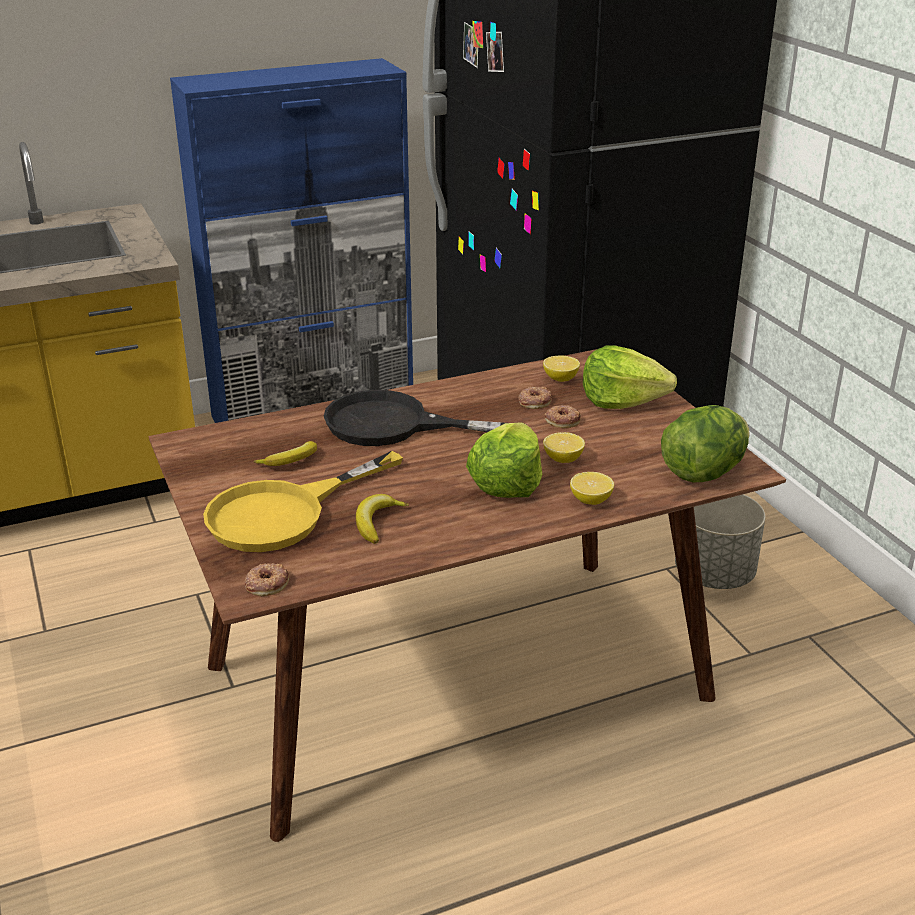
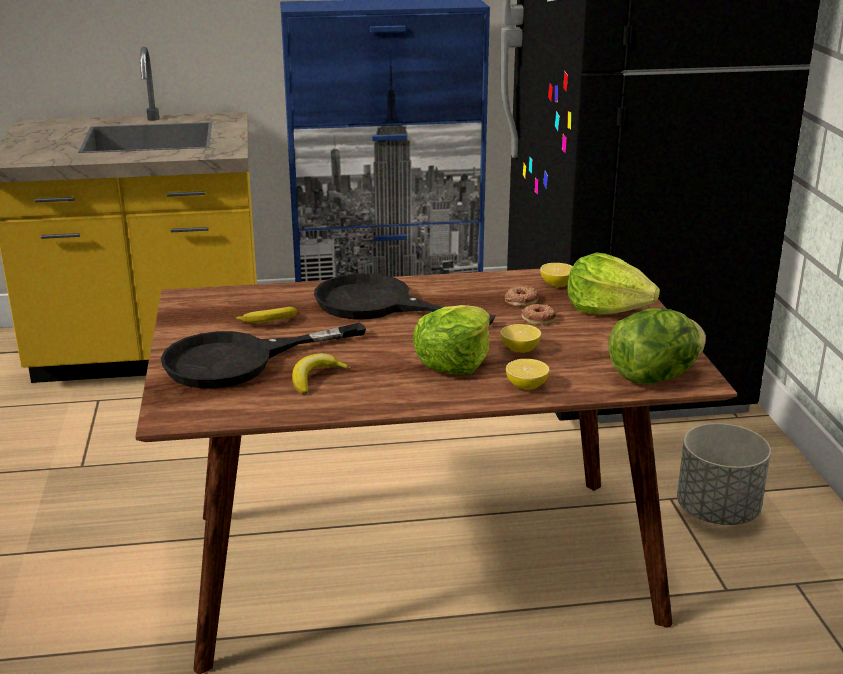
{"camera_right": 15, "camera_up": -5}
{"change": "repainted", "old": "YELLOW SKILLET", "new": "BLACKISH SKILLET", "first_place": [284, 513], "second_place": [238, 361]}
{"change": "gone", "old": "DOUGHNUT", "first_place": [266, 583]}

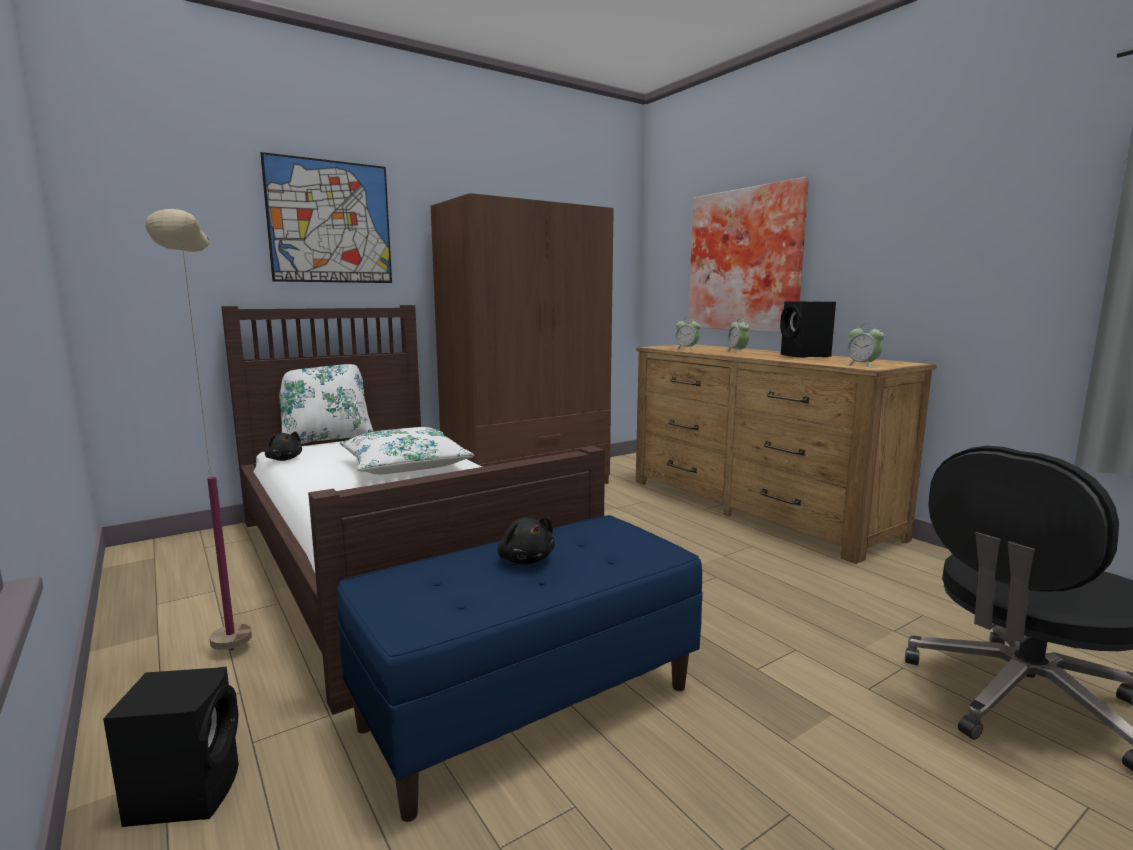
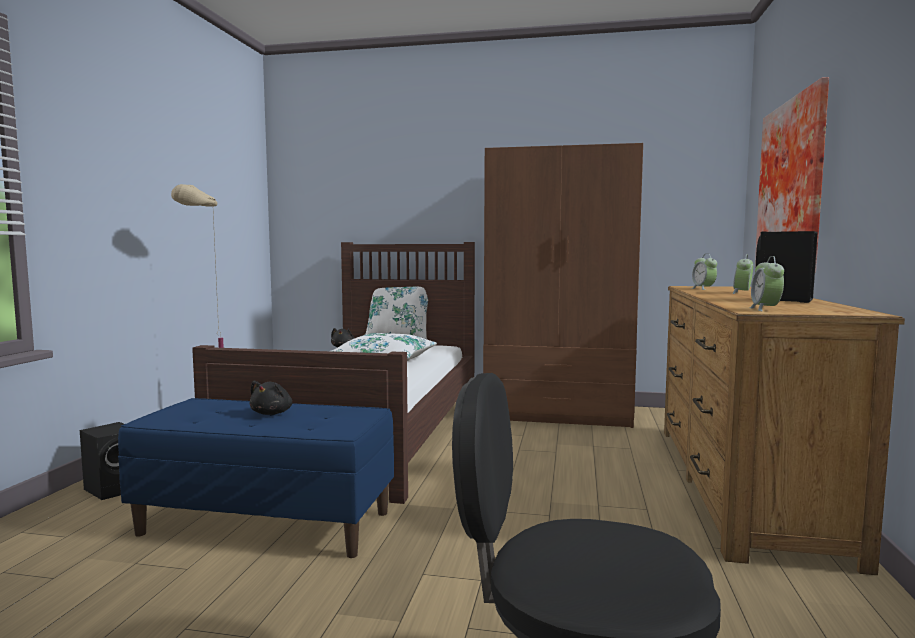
{"camera_right": 45, "camera_up": -5}
{"change": "gone", "old": "WALL PICTURE", "first_place": [330, 222]}

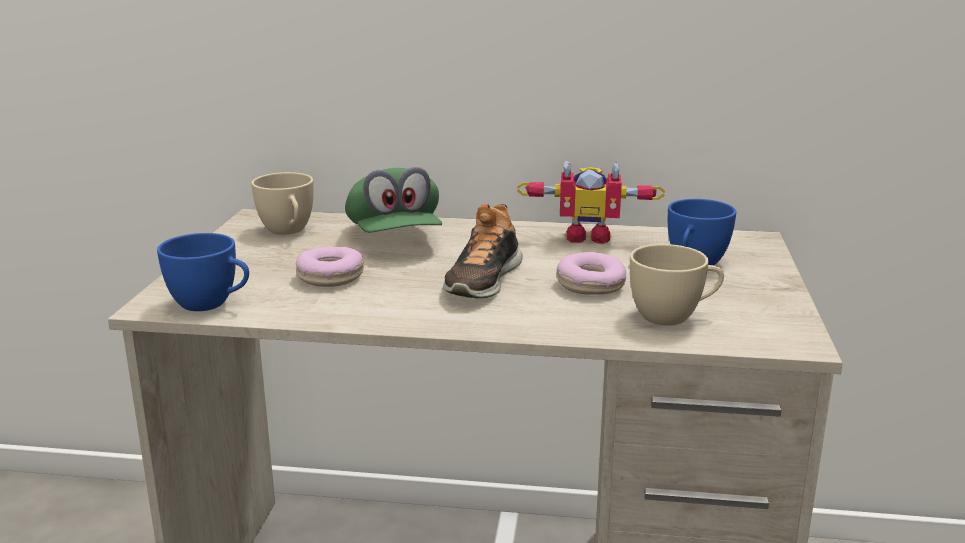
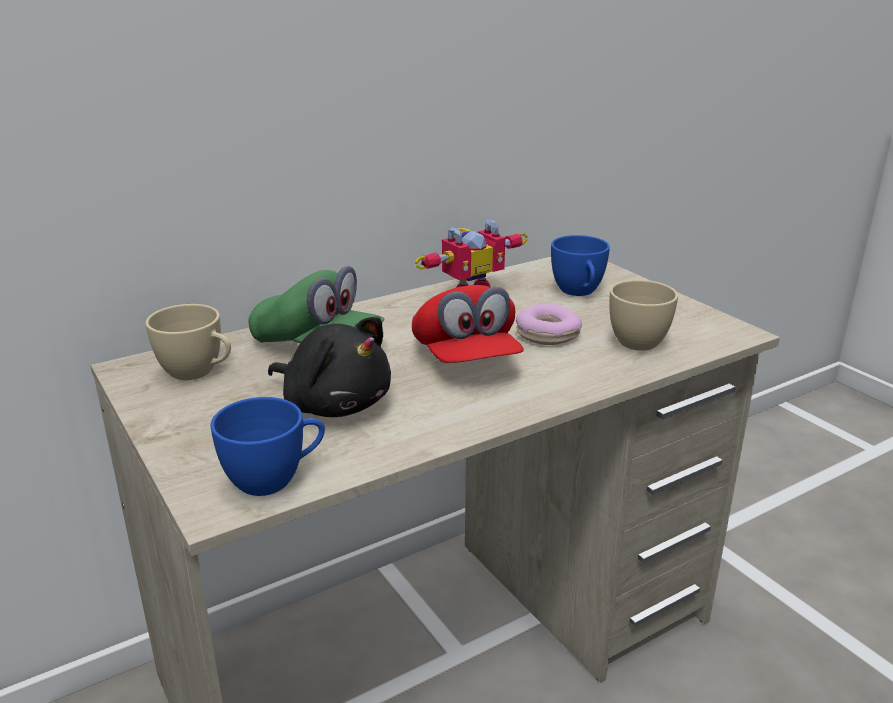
{"camera_right": -40, "camera_up": 5}
{"change": "swapped", "old": "LOW SHOE", "new": "REDDISH CAP", "first_place": [482, 280], "second_place": [465, 359]}
{"change": "swapped", "old": "DOUGHNUT", "new": "BLACKISH CUDDLY TOY", "first_place": [331, 277], "second_place": [334, 404]}

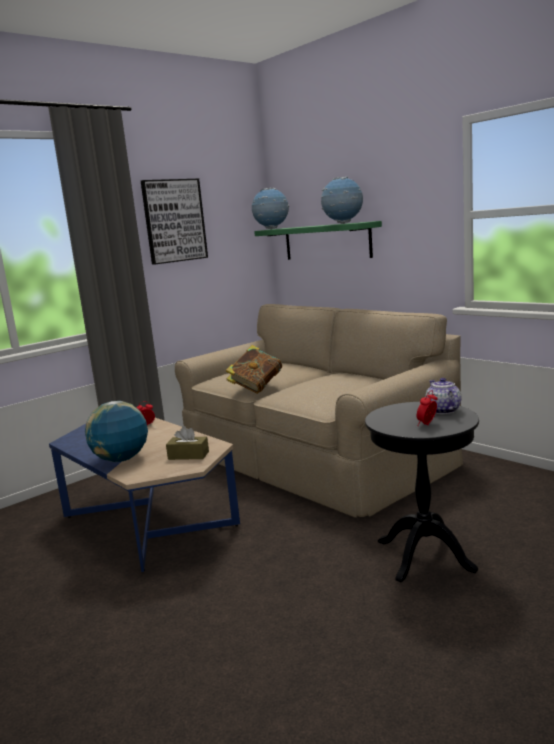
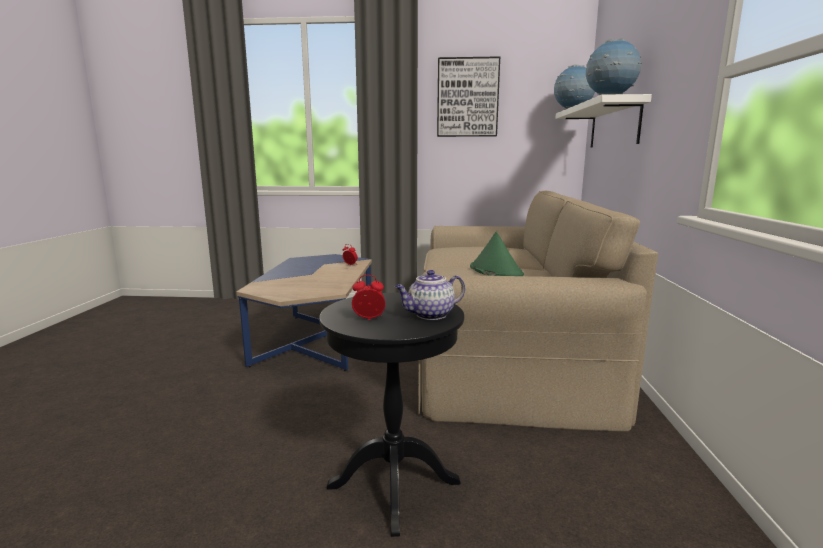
{"camera_right": 45, "camera_up": 0}
{"change": "repainted", "old": "GREEN SHELF", "new": "WHITE-COLOURED SHELF", "first_place": [326, 241], "second_place": [614, 125]}
{"change": "gone", "old": "BOOK", "first_place": [256, 388]}
{"change": "rotated", "old": "TEA POT", "first_place": [442, 410], "second_place": [430, 315], "degrees": -150}
{"change": "gone", "old": "GLOBE", "first_place": [121, 459]}
{"change": "gone", "old": "BROWNISH TISSUE BOX", "first_place": [188, 455]}
{"change": "new", "new": "GREEN HAT", "second_place": [495, 271]}

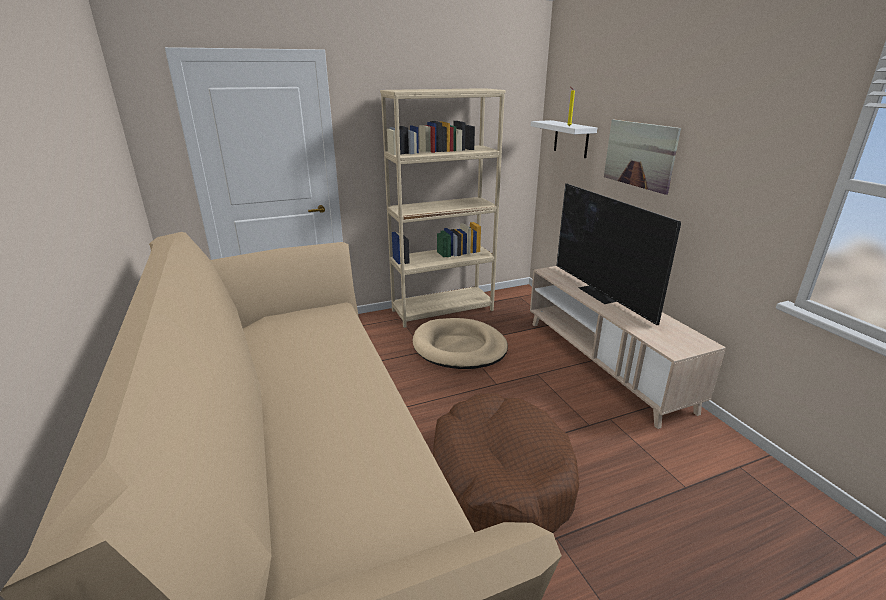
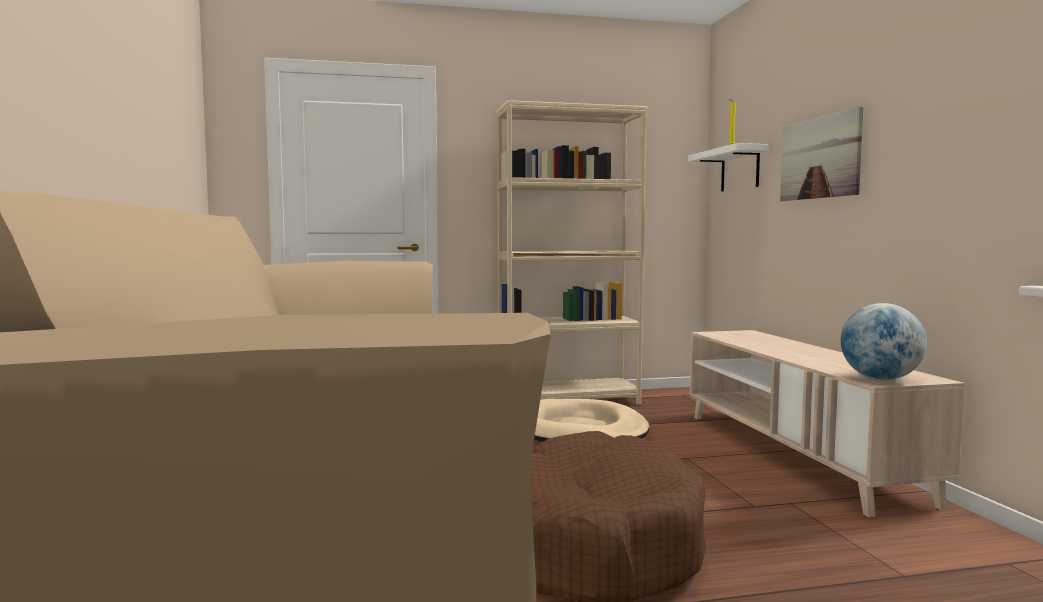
{"camera_right": 10, "camera_up": -20}
{"change": "gone", "old": "TV SET", "first_place": [601, 294]}
{"change": "new", "new": "GLOBE", "second_place": [880, 379]}

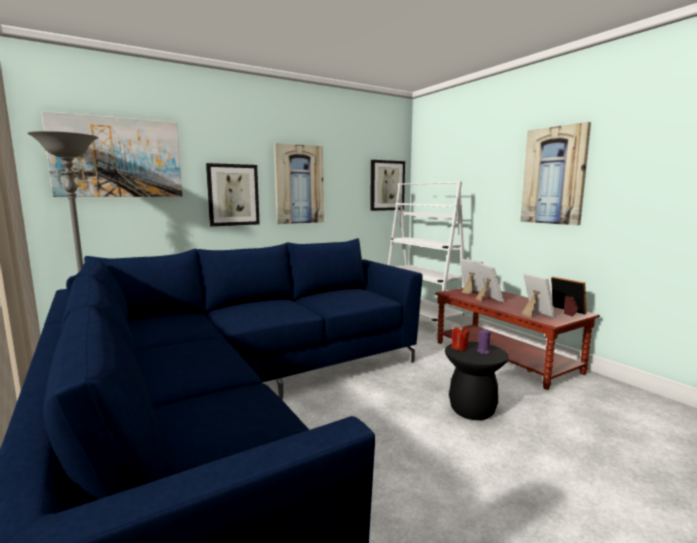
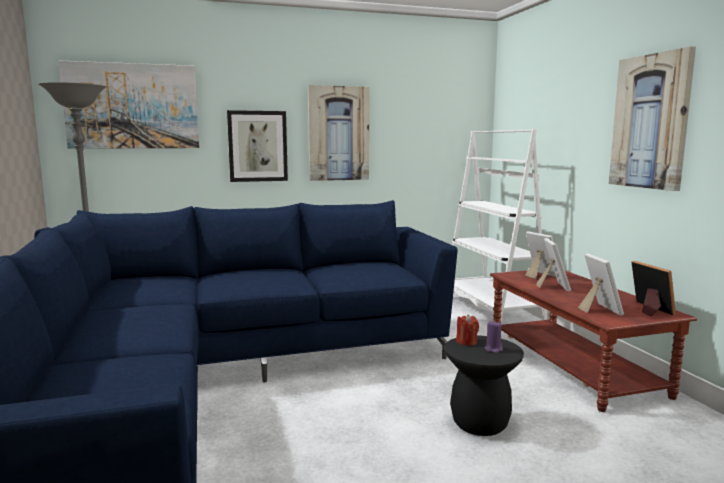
{"camera_right": 15, "camera_up": 0}
{"change": "gone", "old": "WALL PICTURE", "first_place": [387, 185]}

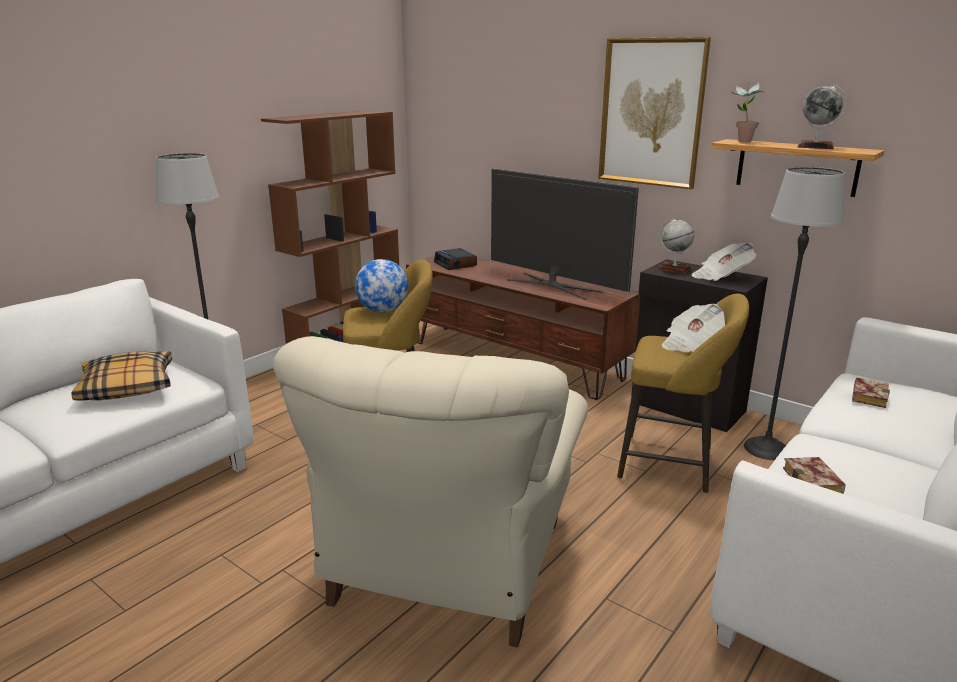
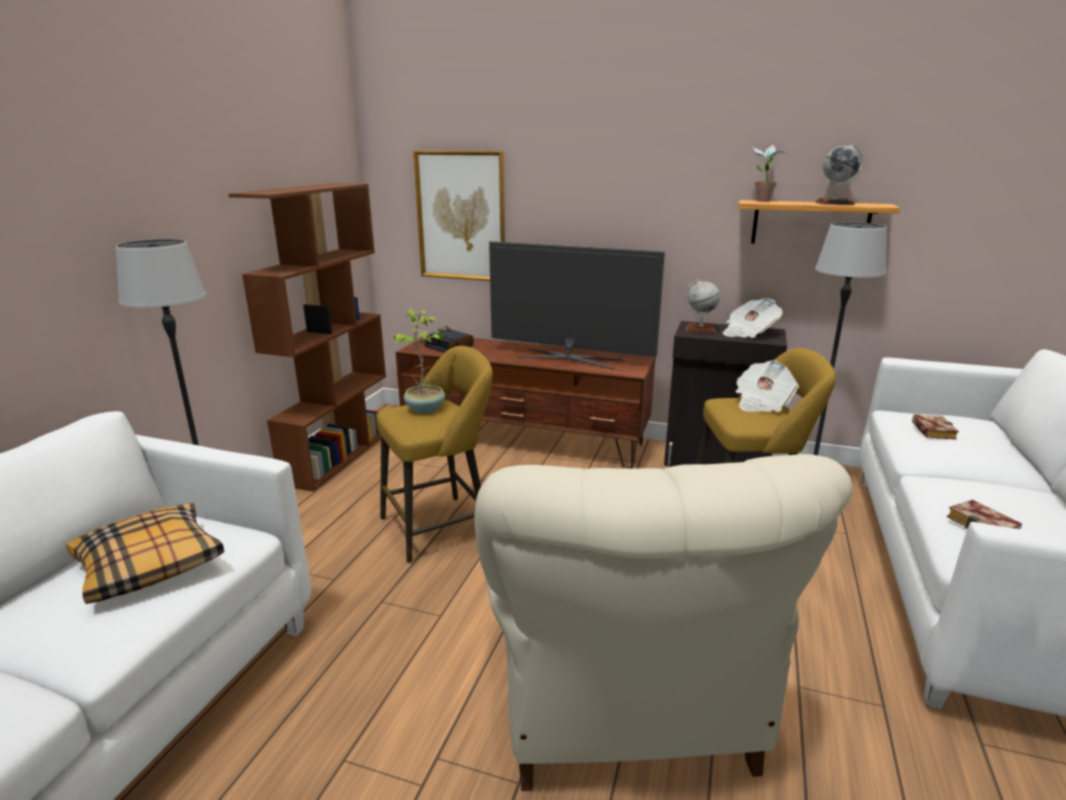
{"camera_right": -20, "camera_up": 0}
{"change": "shifted", "old": "WALL PICTURE", "first_place": [651, 113], "second_place": [461, 216]}
{"change": "swapped", "old": "GLOBE", "new": "PLANT IN A POT", "first_place": [383, 311], "second_place": [426, 409]}

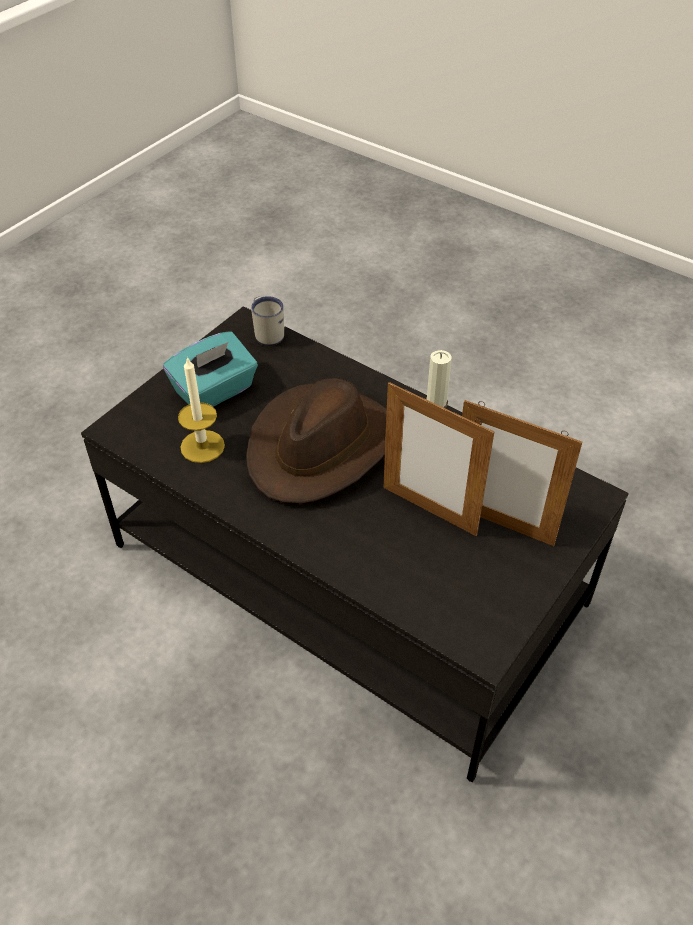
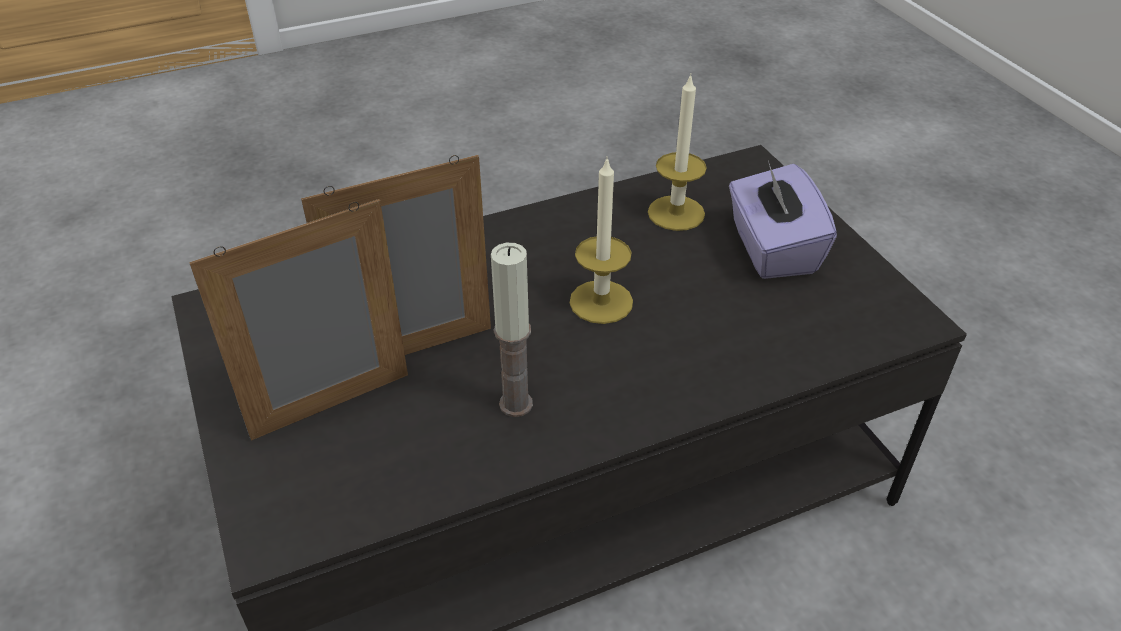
{"camera_right": 120, "camera_up": -5}
{"change": "gone", "old": "WHITE-COLOURED TEA MUG", "first_place": [267, 333]}
{"change": "repainted", "old": "TURQUOISE-COLOURED TISSUE BOX", "new": "PURPLE-COLOURED TISSUE BOX", "first_place": [215, 391], "second_place": [771, 249]}
{"change": "swapped", "old": "BROWNISH HAT", "new": "CANDLE", "first_place": [322, 447], "second_place": [601, 302]}

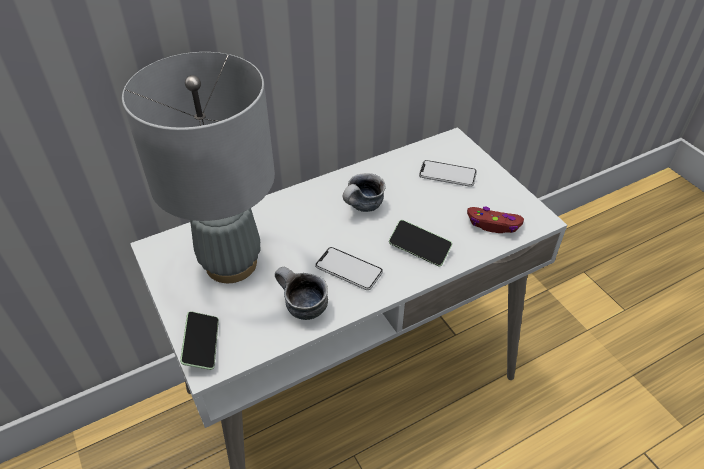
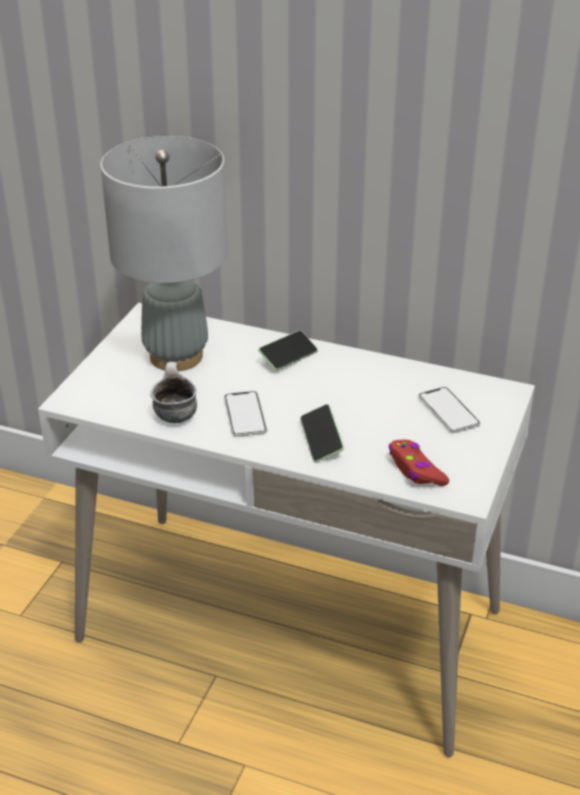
{"camera_right": 50, "camera_up": -10}
{"change": "gone", "old": "TEA MUG", "first_place": [362, 208]}
{"change": "shifted", "old": "TELEPHONE", "first_place": [202, 345], "second_place": [288, 357]}

